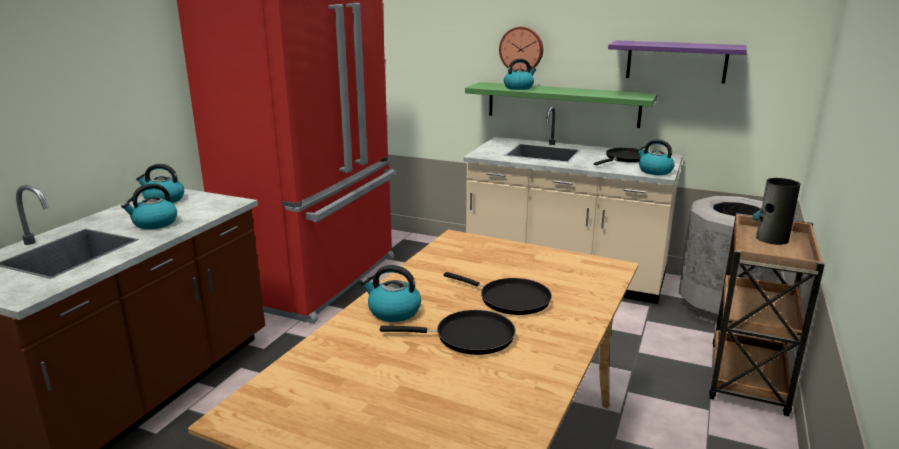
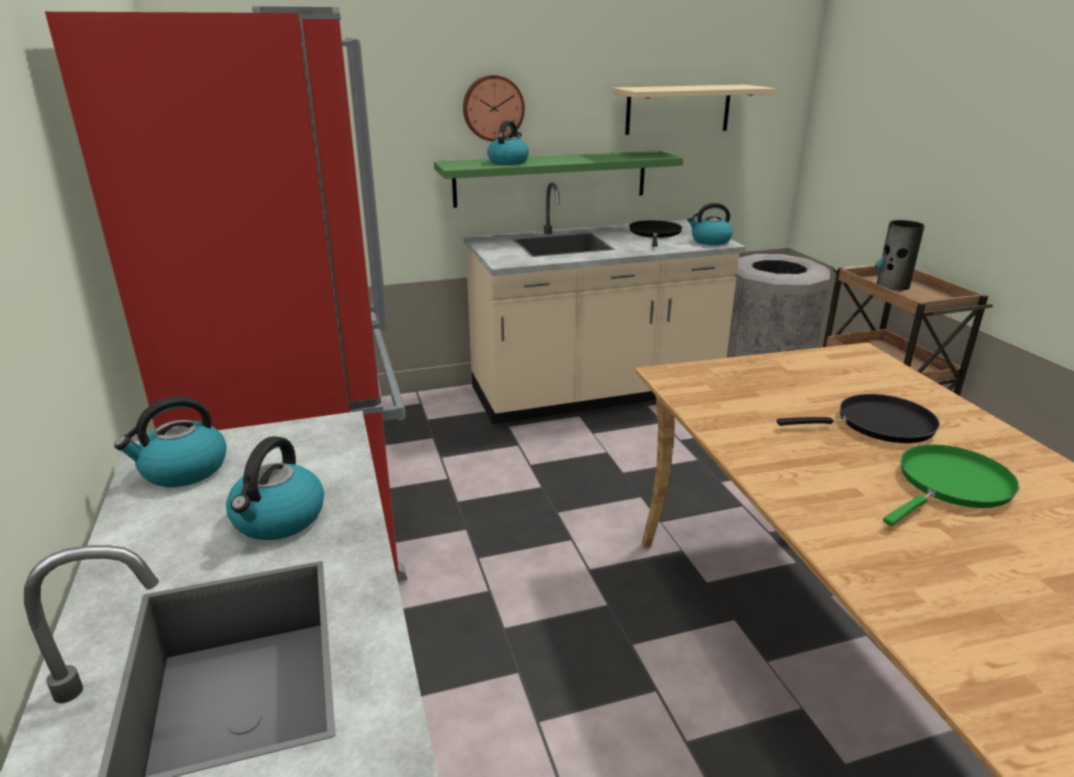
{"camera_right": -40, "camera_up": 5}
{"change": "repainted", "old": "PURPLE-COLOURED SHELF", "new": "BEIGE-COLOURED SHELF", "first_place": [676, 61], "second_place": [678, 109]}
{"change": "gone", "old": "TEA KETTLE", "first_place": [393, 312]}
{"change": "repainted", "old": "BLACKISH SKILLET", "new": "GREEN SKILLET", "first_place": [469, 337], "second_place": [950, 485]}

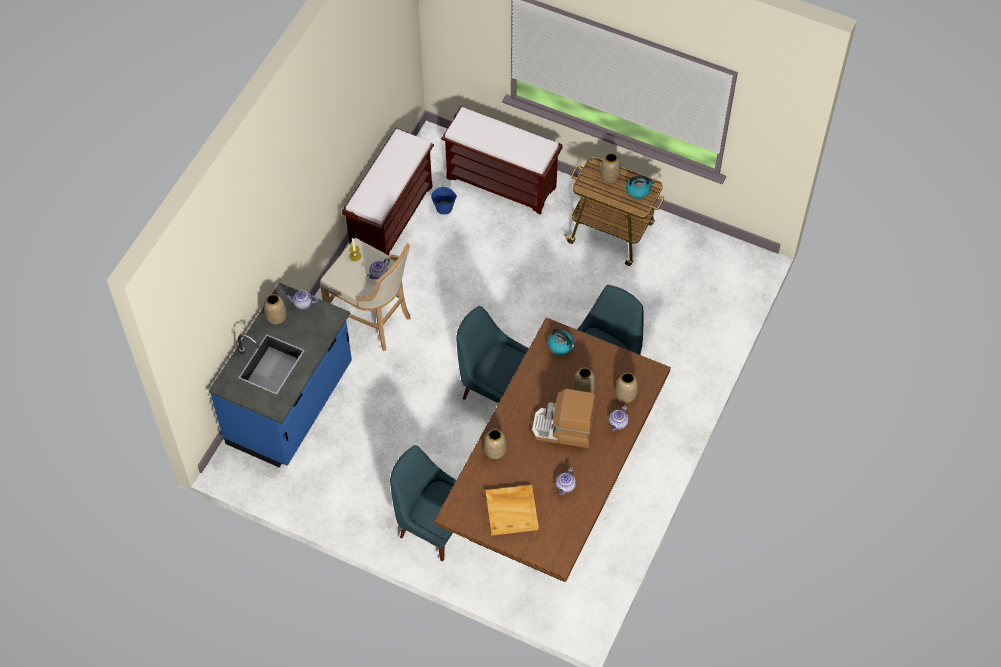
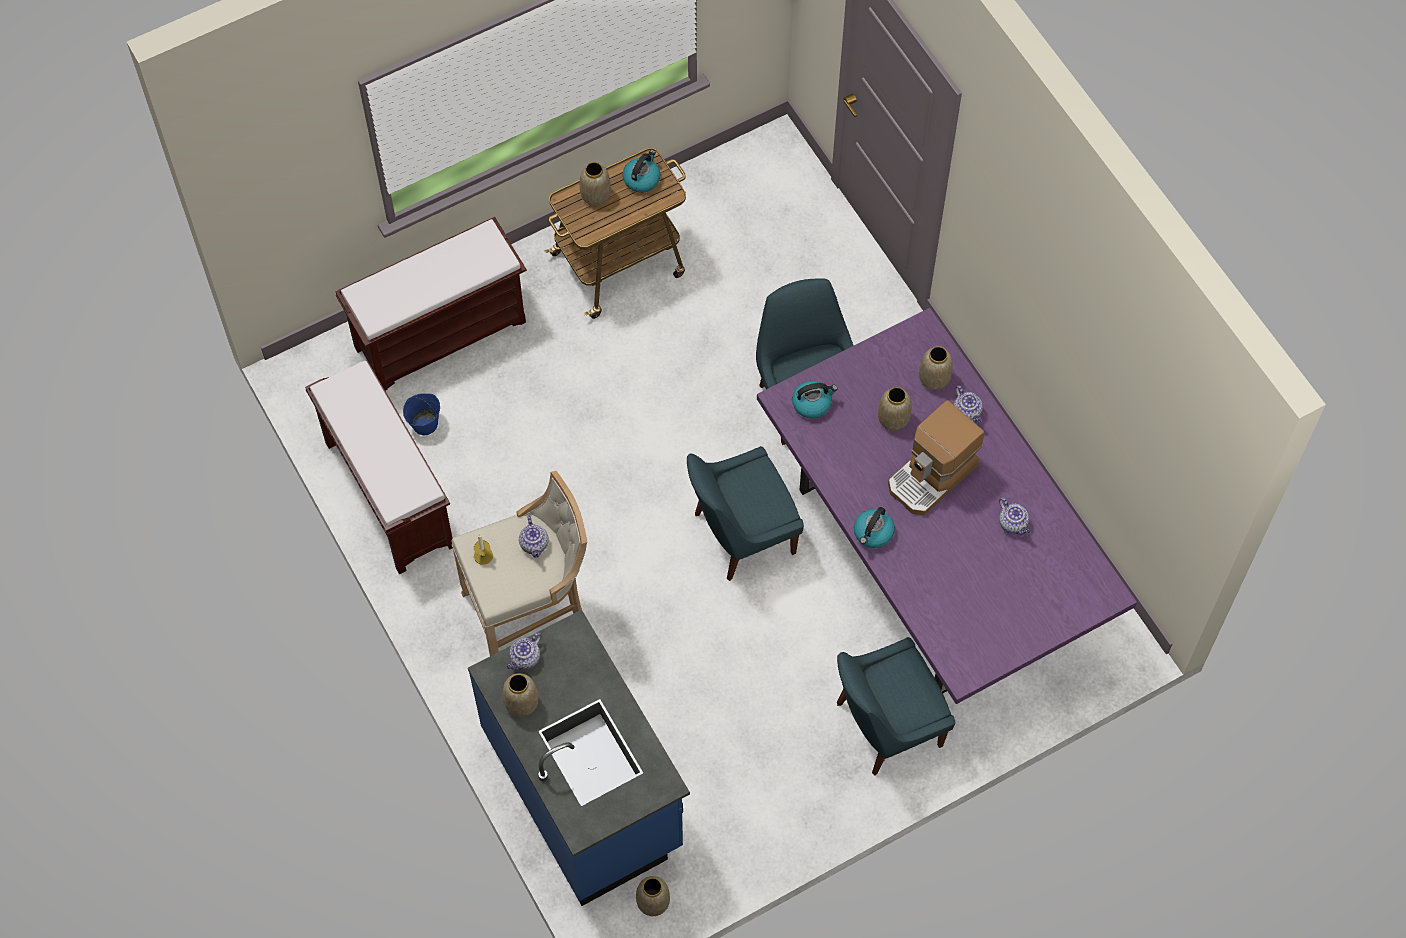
{"camera_right": -55, "camera_up": 5}
{"change": "repainted", "old": "BROWNISH DINNER TABLE", "new": "PURPLE-COLOURED DINNER TABLE", "first_place": [552, 489], "second_place": [931, 560]}
{"change": "shifted", "old": "VASE", "first_place": [494, 451], "second_place": [652, 903]}
{"change": "gone", "old": "BEIGE-COLOURED TRAY", "first_place": [512, 510]}
{"change": "new", "new": "TEA KETTLE", "second_place": [873, 533]}

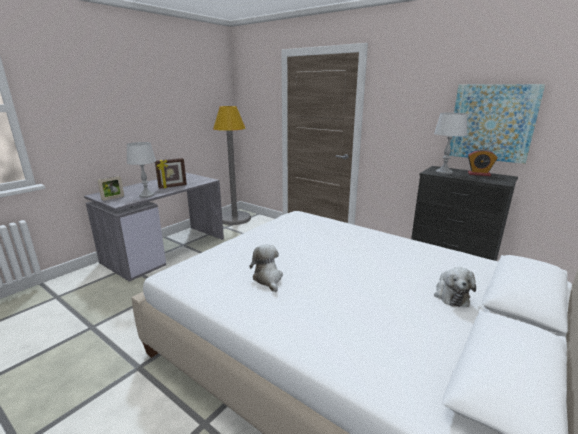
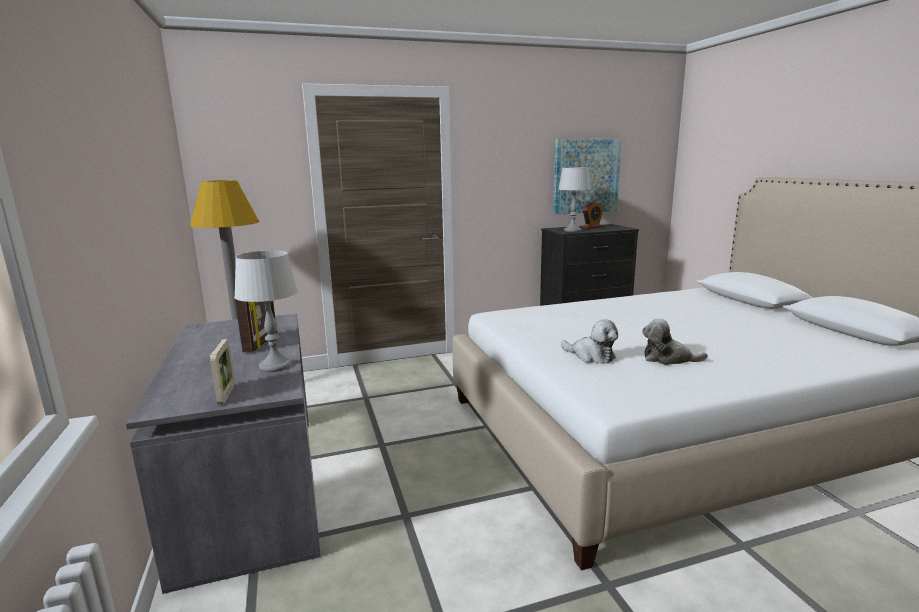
{"camera_right": -55, "camera_up": -5}
{"change": "shifted", "old": "CUDDLY TOY", "first_place": [450, 295], "second_place": [591, 356]}

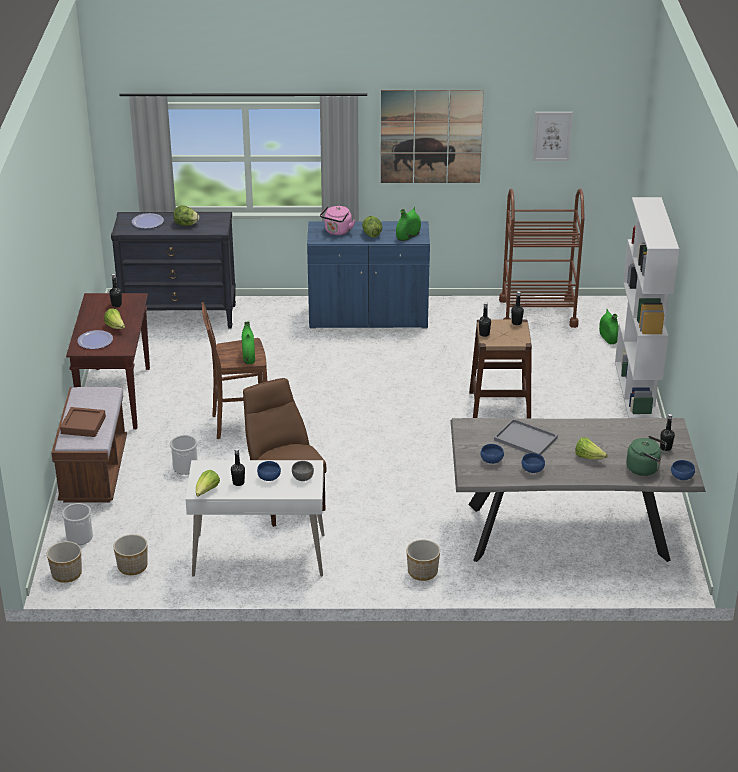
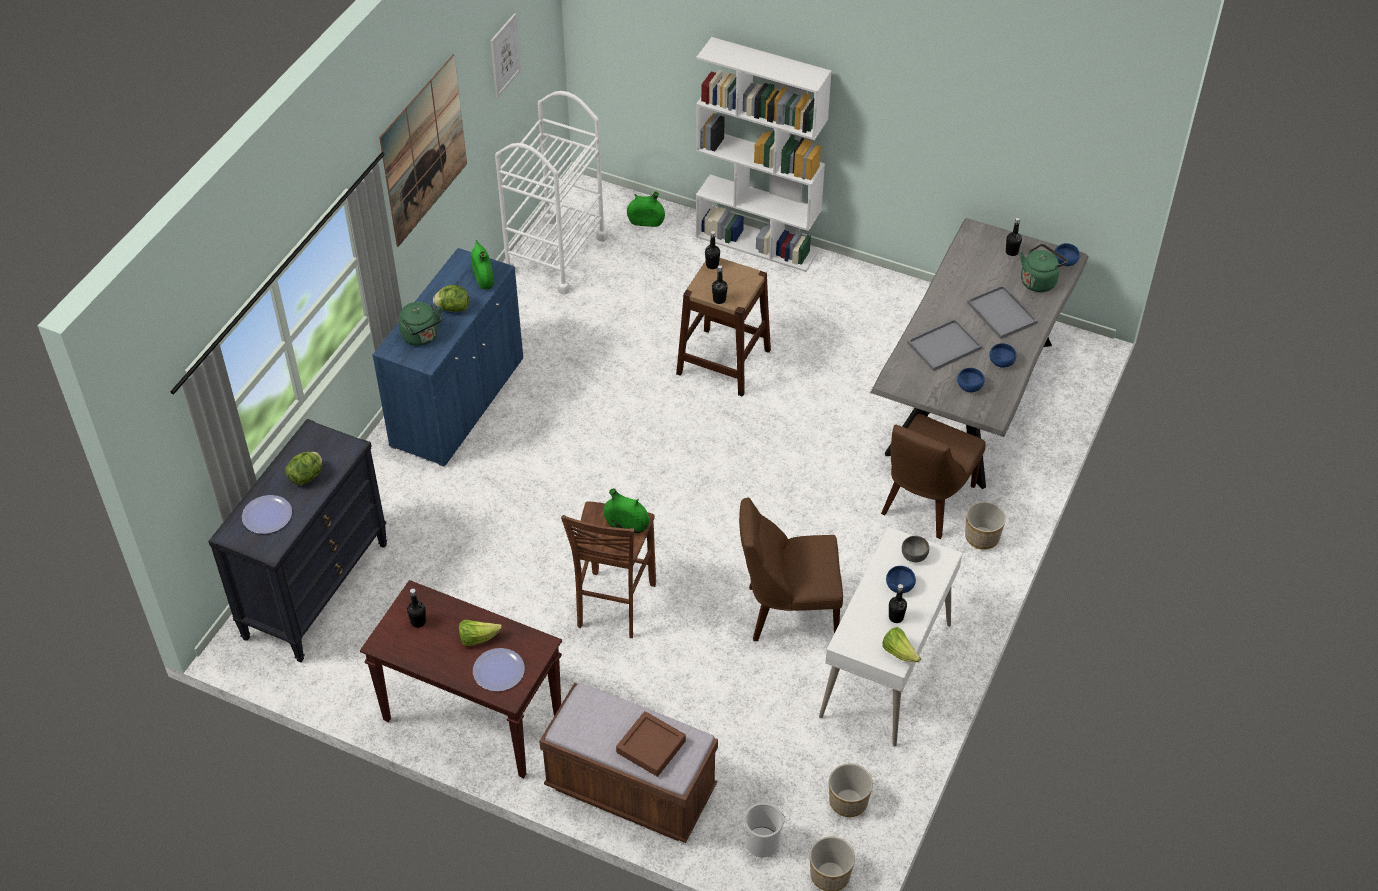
{"camera_right": -65, "camera_up": 15}
{"change": "repainted", "old": "BROWNISH WHEELED CART", "new": "WHITE-COLOURED WHEELED CART", "first_place": [538, 313], "second_place": [555, 255]}
{"change": "repainted", "old": "PINK TEA KETTLE", "new": "GREEN TEA KETTLE", "first_place": [337, 232], "second_place": [422, 336]}
{"change": "gone", "old": "BUCKET", "first_place": [185, 467]}
{"change": "swapped", "old": "HEAD OF LETTUCE", "new": "GREYISH TRAY", "first_place": [588, 457], "second_place": [1000, 312]}
{"change": "new", "new": "BROWNISH PLAIN CHAIR", "second_place": [925, 502]}

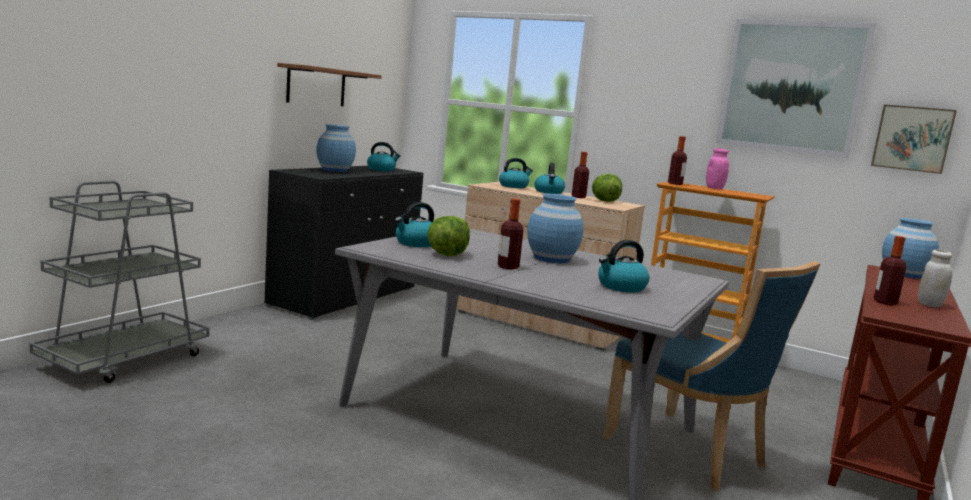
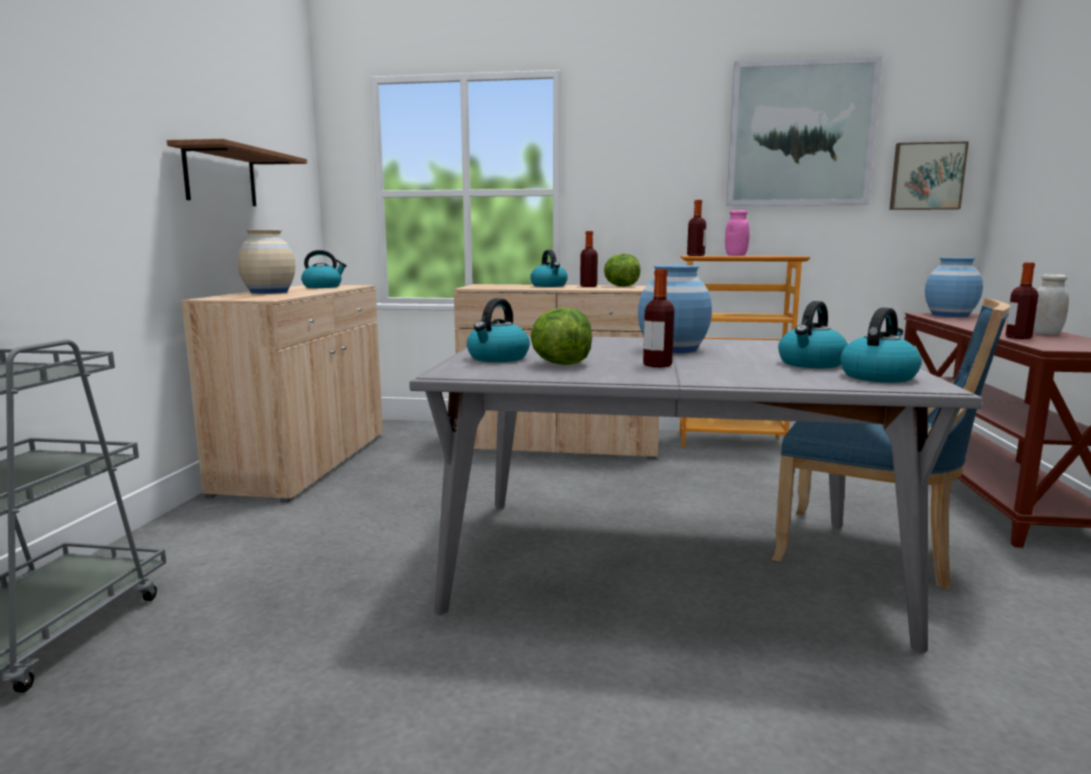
{"camera_right": -20, "camera_up": 0}
{"change": "repainted", "old": "BLUISH VASE", "new": "BEIGE-COLOURED VASE", "first_place": [334, 170], "second_place": [269, 292]}
{"change": "shifted", "old": "TEA KETTLE", "first_place": [514, 186], "second_place": [878, 376]}
{"change": "repainted", "old": "BLACKISH STORAGE CABINET", "new": "BEIGE-COLOURED STORAGE CABINET", "first_place": [345, 297], "second_place": [306, 462]}

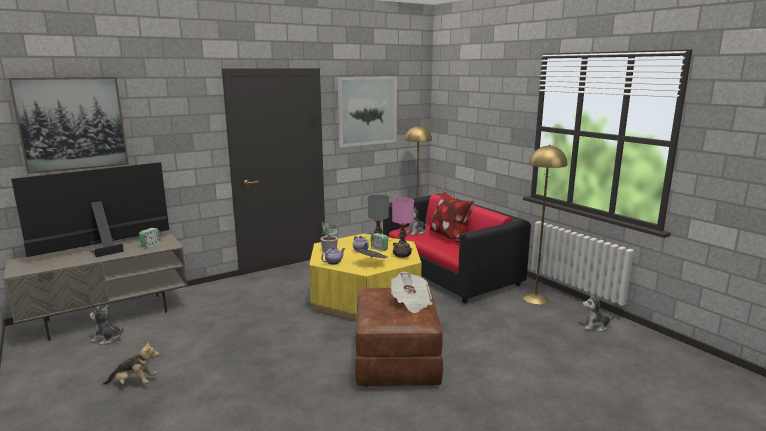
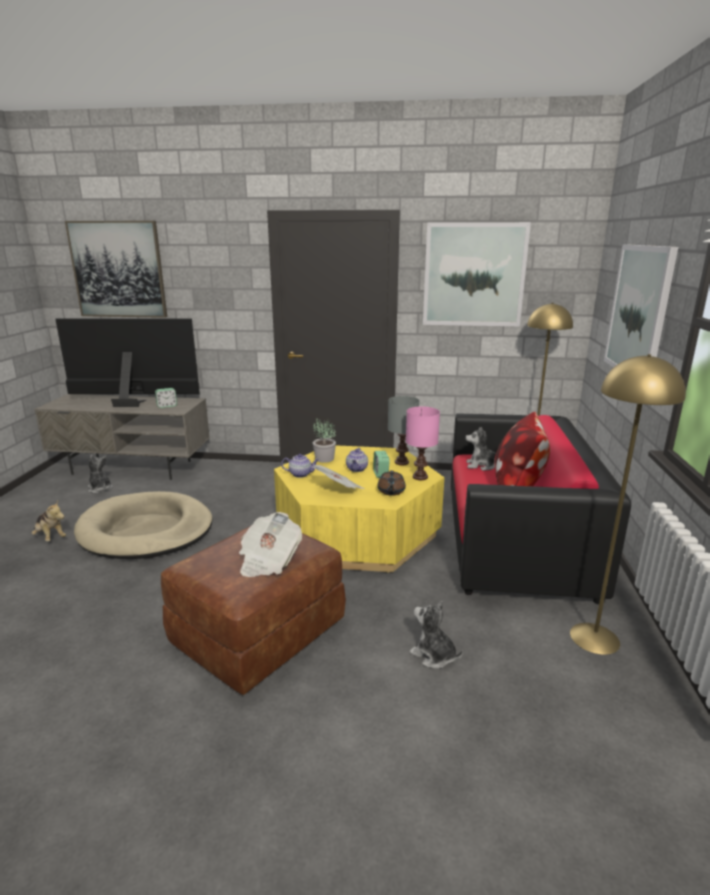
{"camera_right": 40, "camera_up": 5}
{"change": "shifted", "old": "CUDDLY TOY", "first_place": [595, 326], "second_place": [433, 655]}
{"change": "new", "new": "WALL PICTURE", "second_place": [638, 312]}
{"change": "new", "new": "BEIGE-COLOURED PET BED", "second_place": [146, 530]}

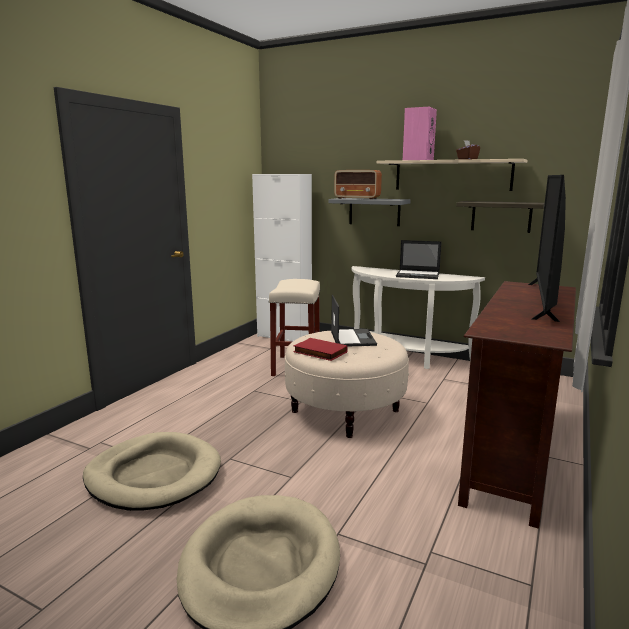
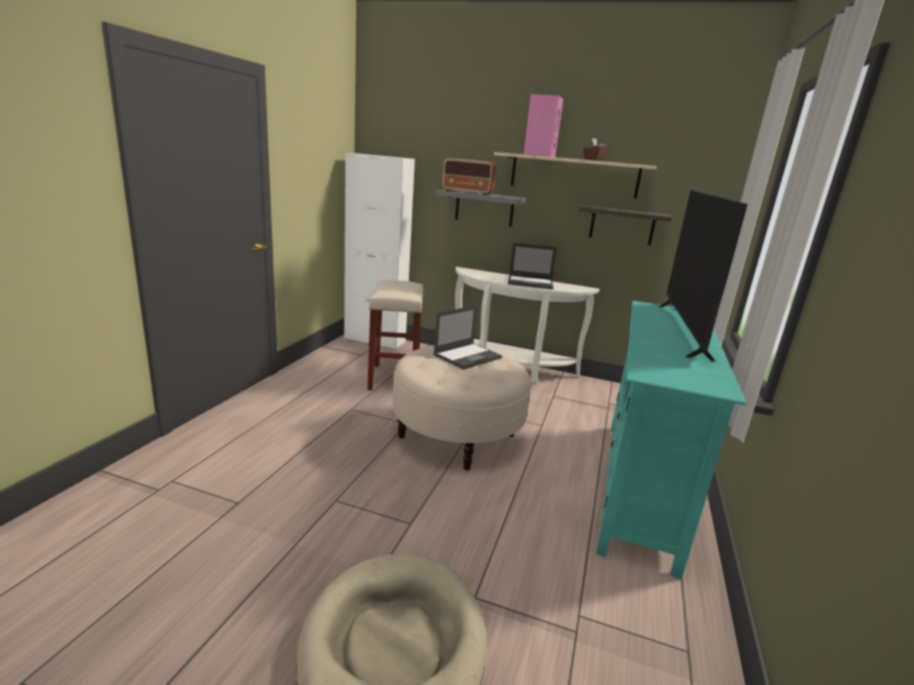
{"camera_right": -10, "camera_up": 5}
{"change": "repainted", "old": "BROWNISH TV UNIT", "new": "TURQUOISE-COLOURED TV UNIT", "first_place": [513, 454], "second_place": [639, 488]}
{"change": "rotated", "old": "PORTABLE COMPUTER", "first_place": [352, 338], "second_place": [468, 356], "degrees": 60}
{"change": "gone", "old": "REDDISH BOOK", "first_place": [319, 352]}
{"change": "gone", "old": "BEIGE-COLOURED PET BED", "first_place": [154, 475]}

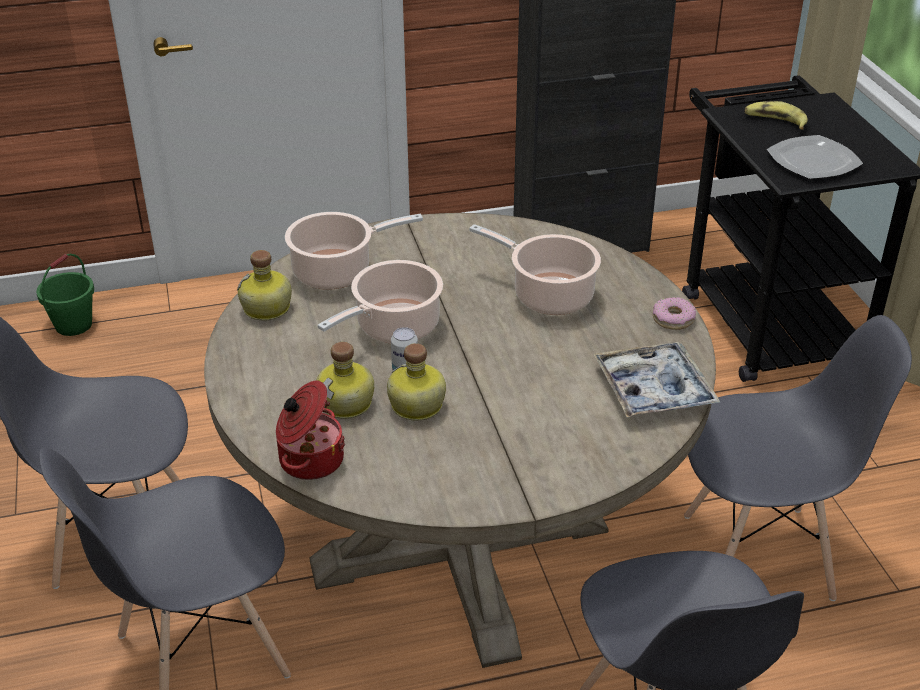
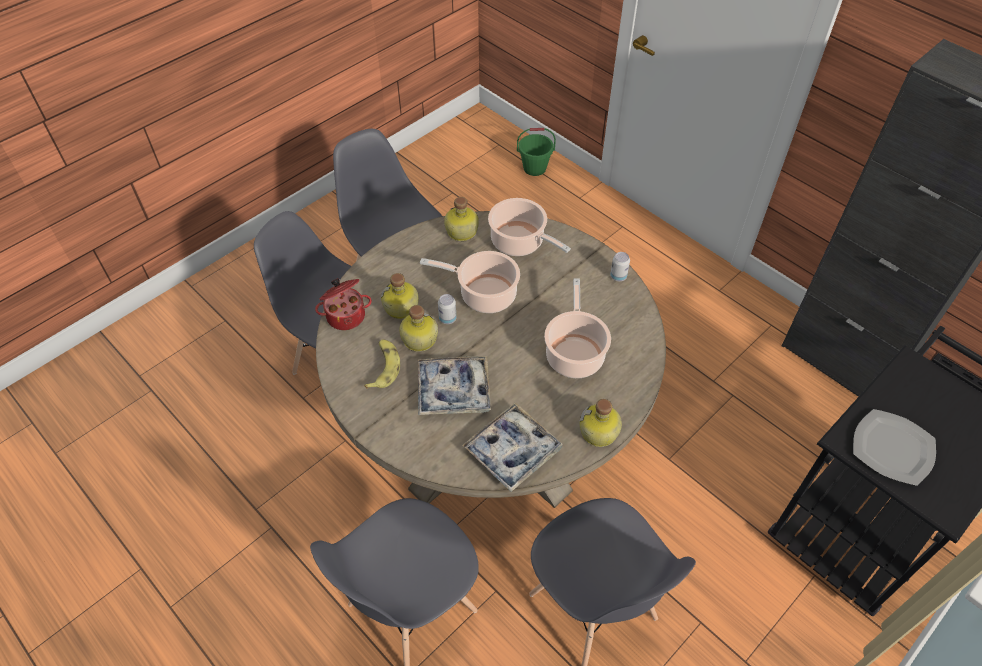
{"camera_right": 60, "camera_up": 15}
{"change": "shifted", "old": "WHOLE BANANA", "first_place": [775, 122], "second_place": [383, 367]}
{"change": "swapped", "old": "DOUGHNUT", "new": "BOTTLE", "first_place": [673, 319], "second_place": [599, 433]}
{"change": "new", "new": "CAN", "second_place": [618, 276]}
{"change": "new", "new": "TRAY", "second_place": [453, 390]}

